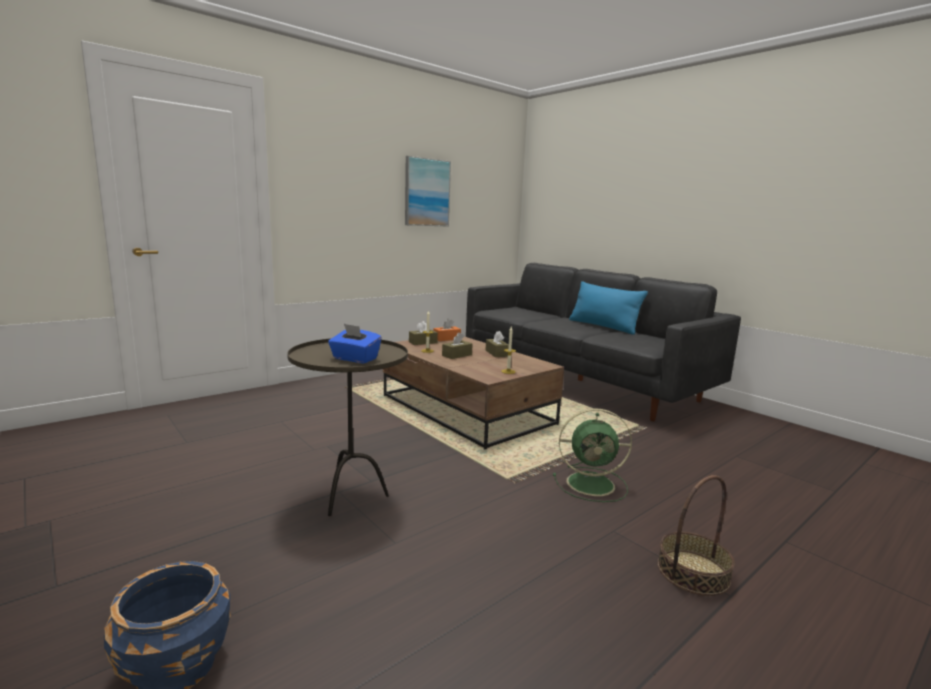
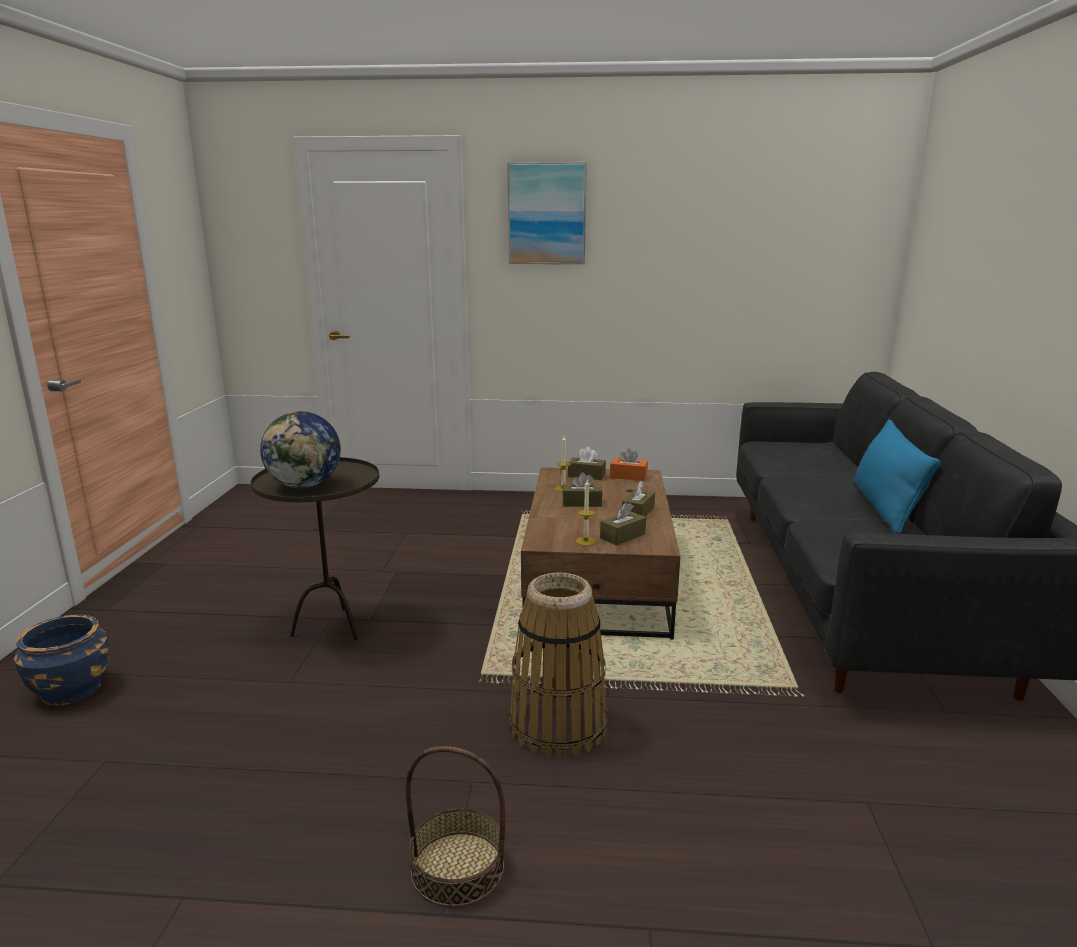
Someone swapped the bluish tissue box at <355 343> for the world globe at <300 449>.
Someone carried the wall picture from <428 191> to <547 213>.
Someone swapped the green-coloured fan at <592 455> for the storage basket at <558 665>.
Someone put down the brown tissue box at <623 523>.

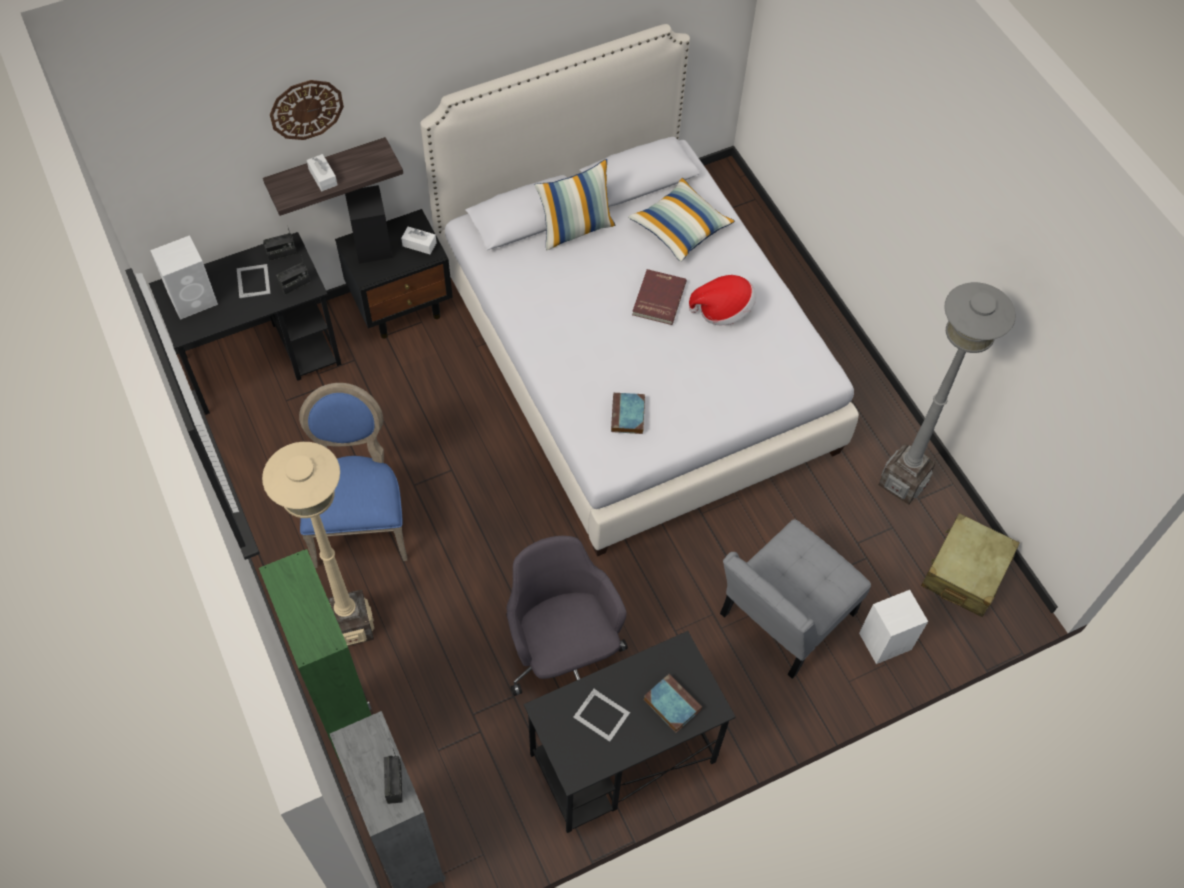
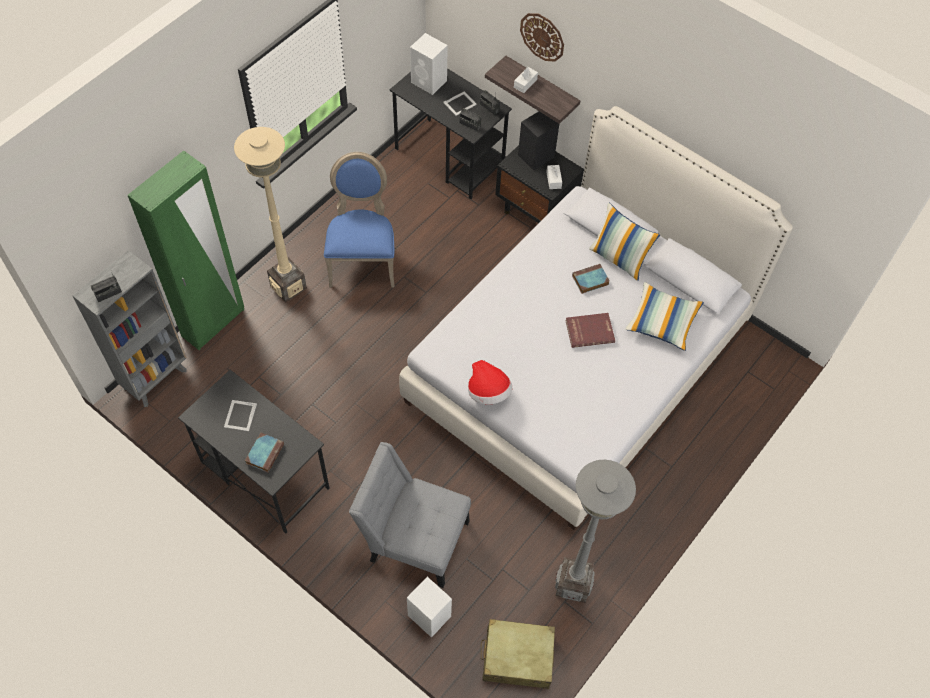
Someone rotated the bluish plain chair at <353 475> by 60 degrees counterclockwise.
Someone took away the grey computer chair at <567 616>.
Someone carried the volume from <628 413> to <591 279>.
Someone carried the hat from <722 300> to <490 382>.

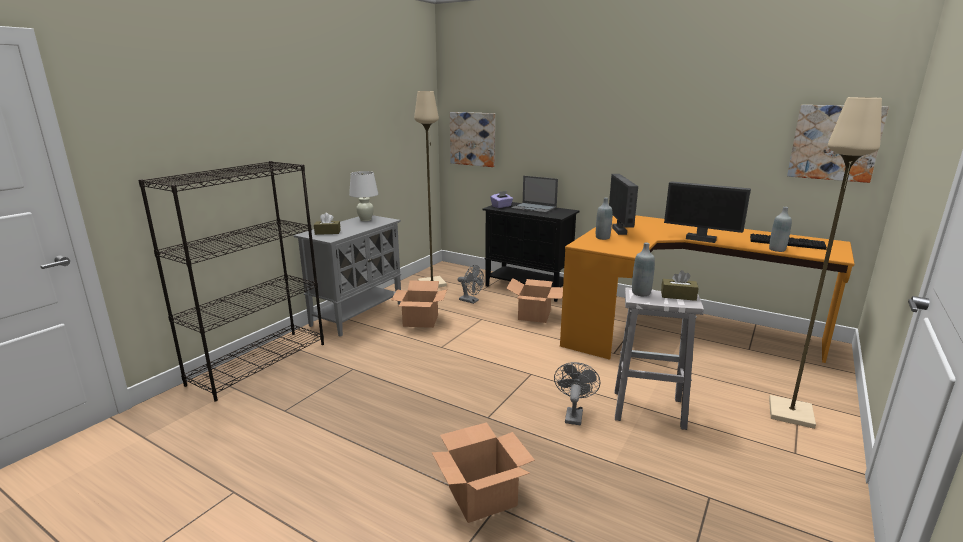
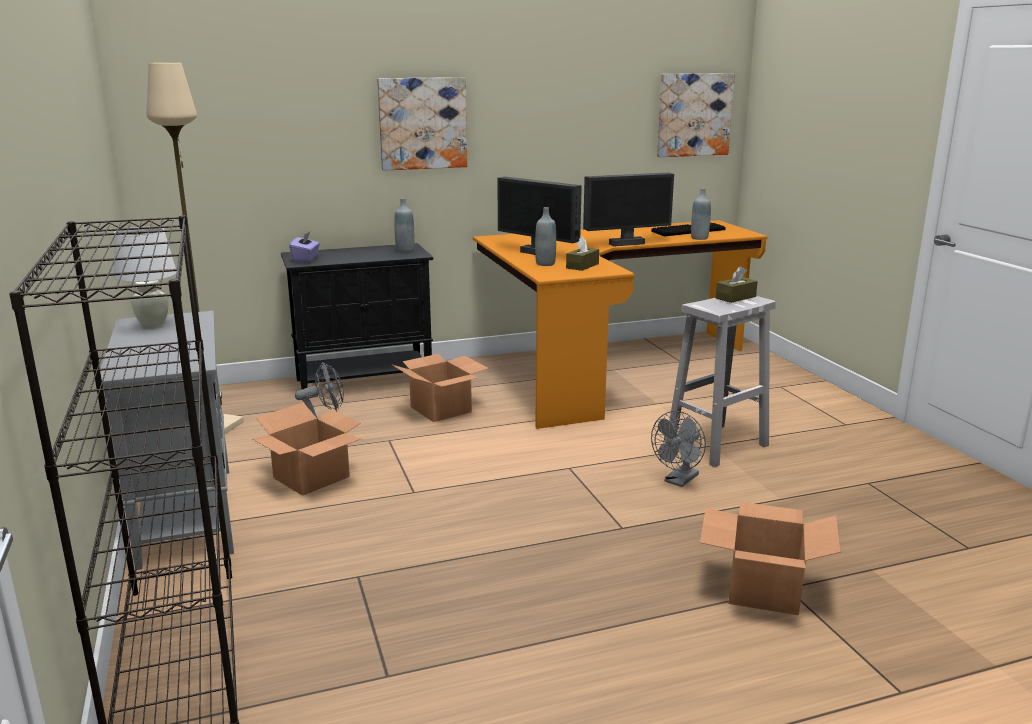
Someone carried the brown tissue box from <327 224> to <582 253>.
Someone carried the wall picture from <472 139> to <422 124>.
Someone took away the notebook computer at <534 194>.
Someone rotated the grey fan at <577 393> by 105 degrees counterclockwise.
Someone carried the grey drink bottle from <643 269> to <404 225>.
Someone took away the beige-coloured standing lamp at <825 263>.

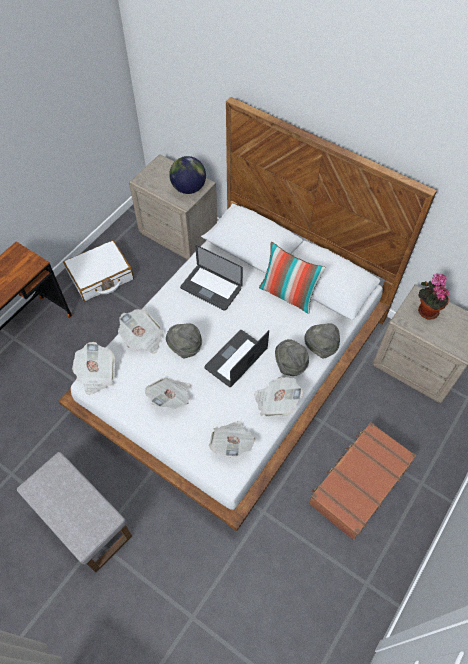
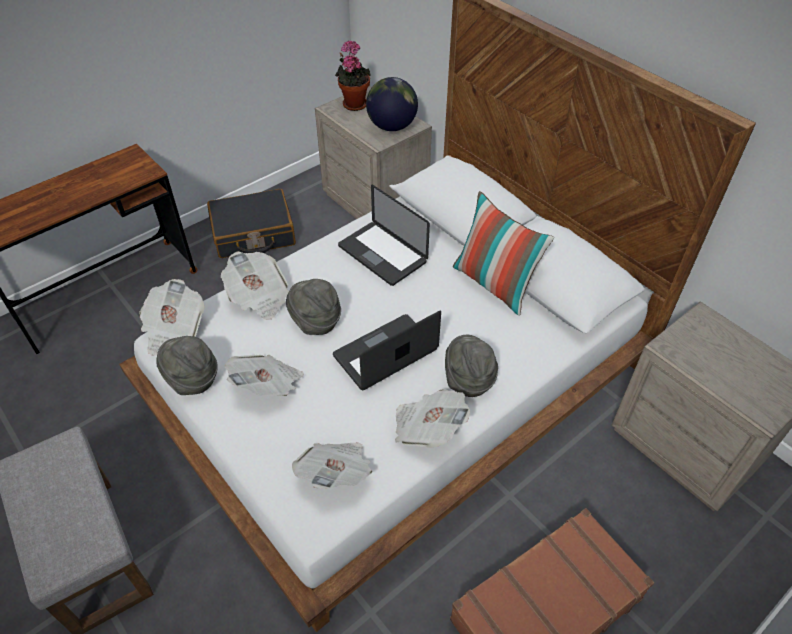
Someone repainted the whitish piece of luggage at <98 270>, which became the black piece of luggage at <251 223>.
Someone carried the grey hat from <322 340> to <187 365>.
Someone carried the plant in a pot from <433 296> to <352 75>.

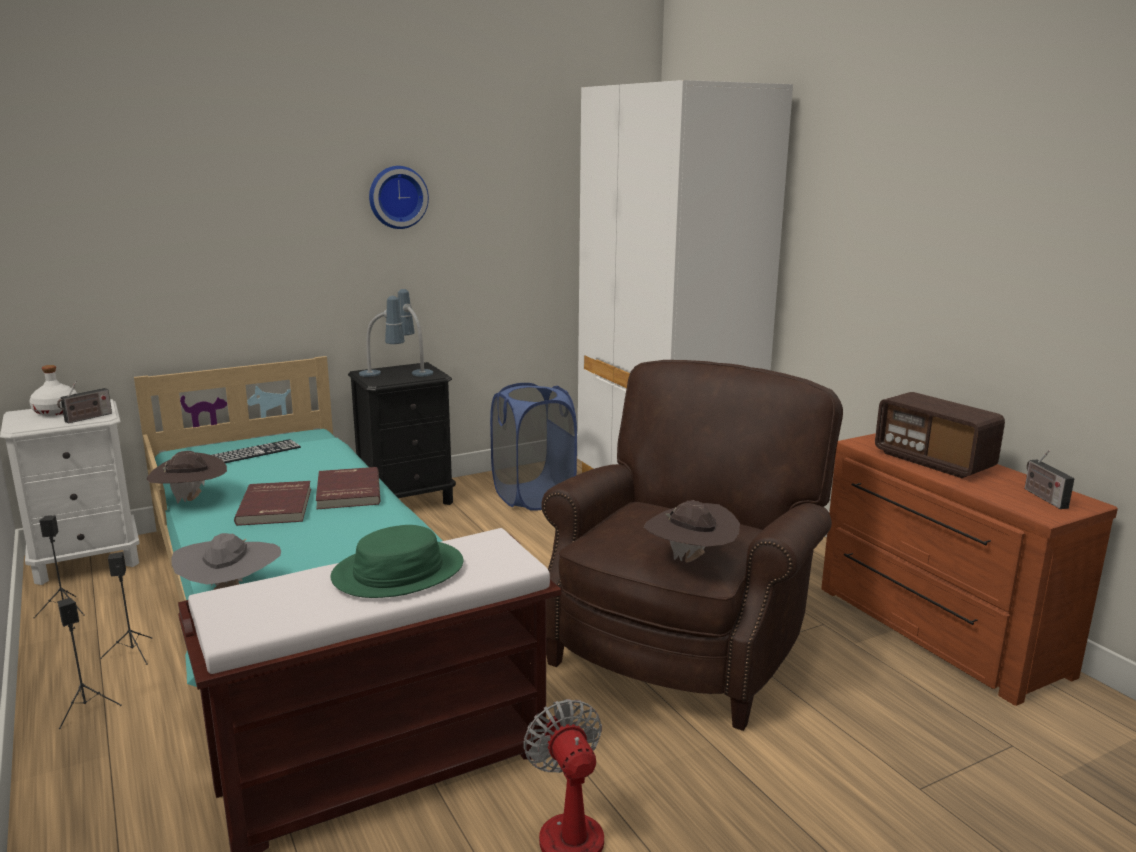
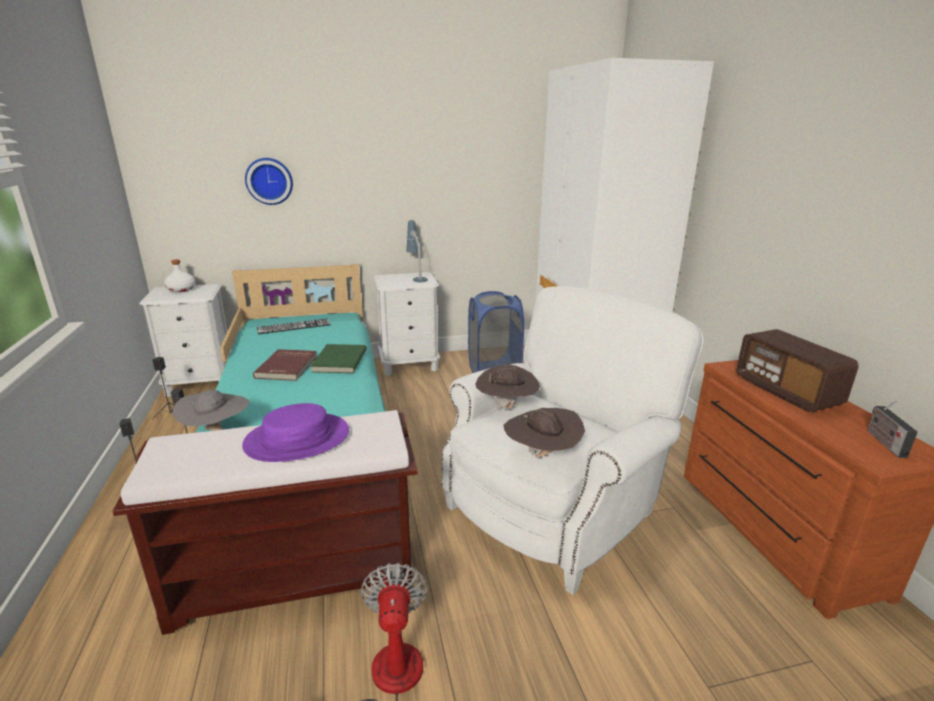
Someone took away the radio set at <84 402>.
Someone carried the brown hat from <186 477> to <507 386>.
Someone repainted the red volume at <348 488>, which became the green-coloured volume at <338 358>.
Someone repainted the green-coloured hat at <396 561>, which became the purple-coloured hat at <295 432>.
Someone repainted the black nightstand at <402 433>, which became the whitish nightstand at <407 324>.
Someone took away the table lamp at <382 336>.
Someone carried the wall clock from <399 197> to <269 181>.
Someone repainted the brown lounge chair at <692 545>, which became the whitish lounge chair at <572 440>.

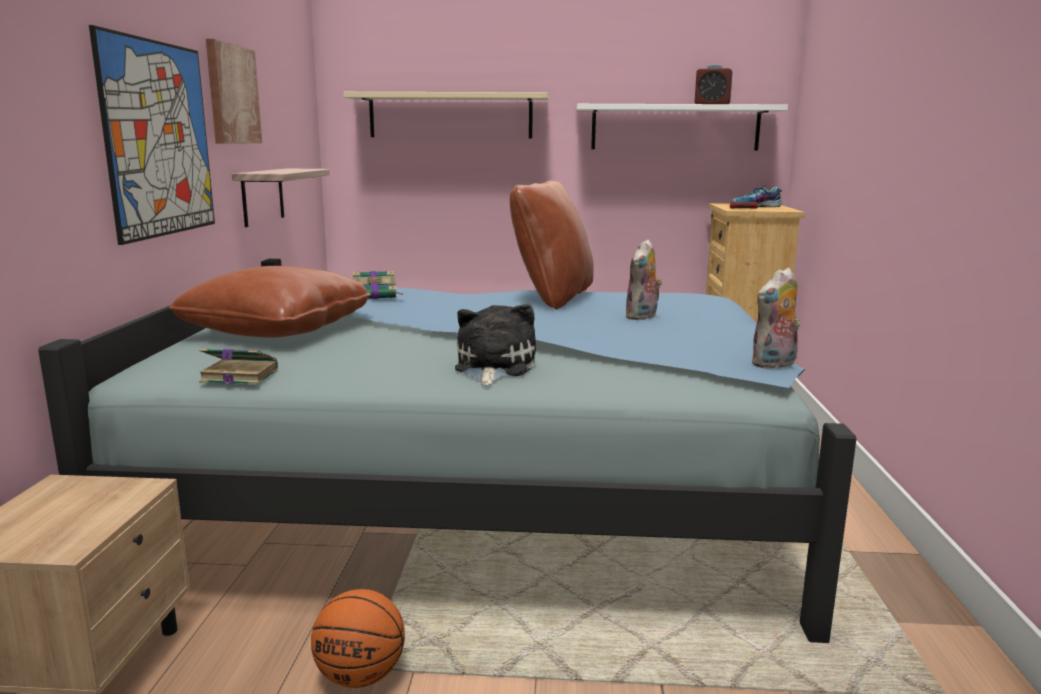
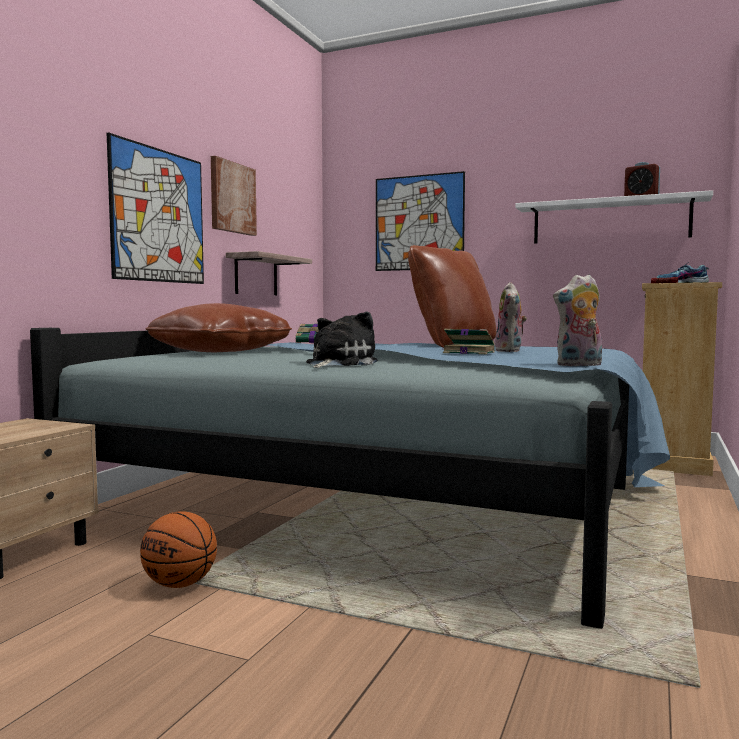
Someone carried the volume from <238 366> to <469 341>.
Someone swapped the beige-coloured bracket shelf at <446 115> for the wall picture at <420 221>.
Someone rotated the soft toy at <643 279> by 45 degrees counterclockwise.

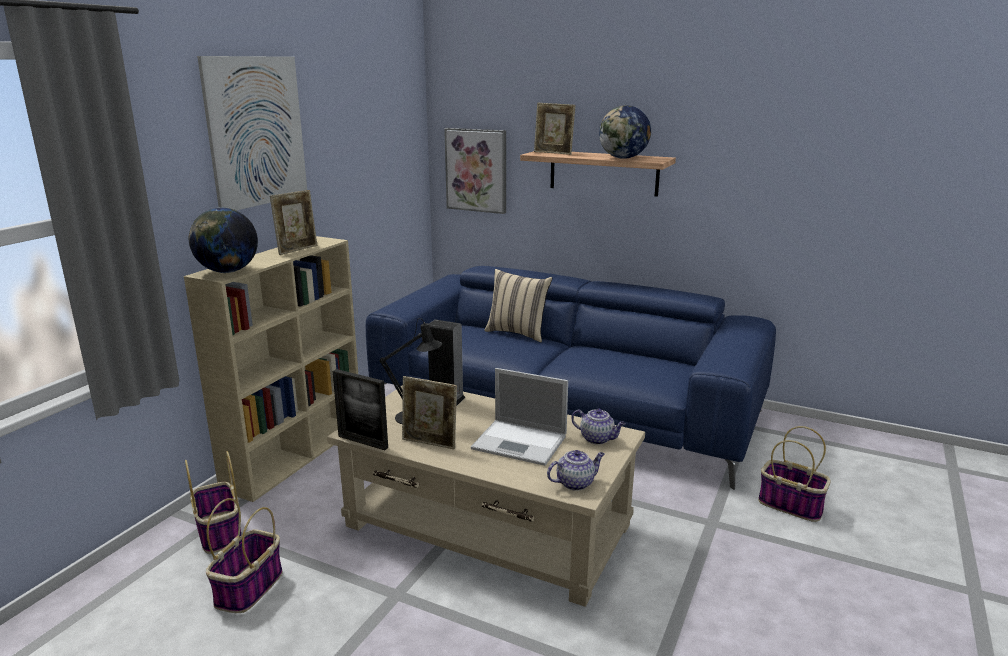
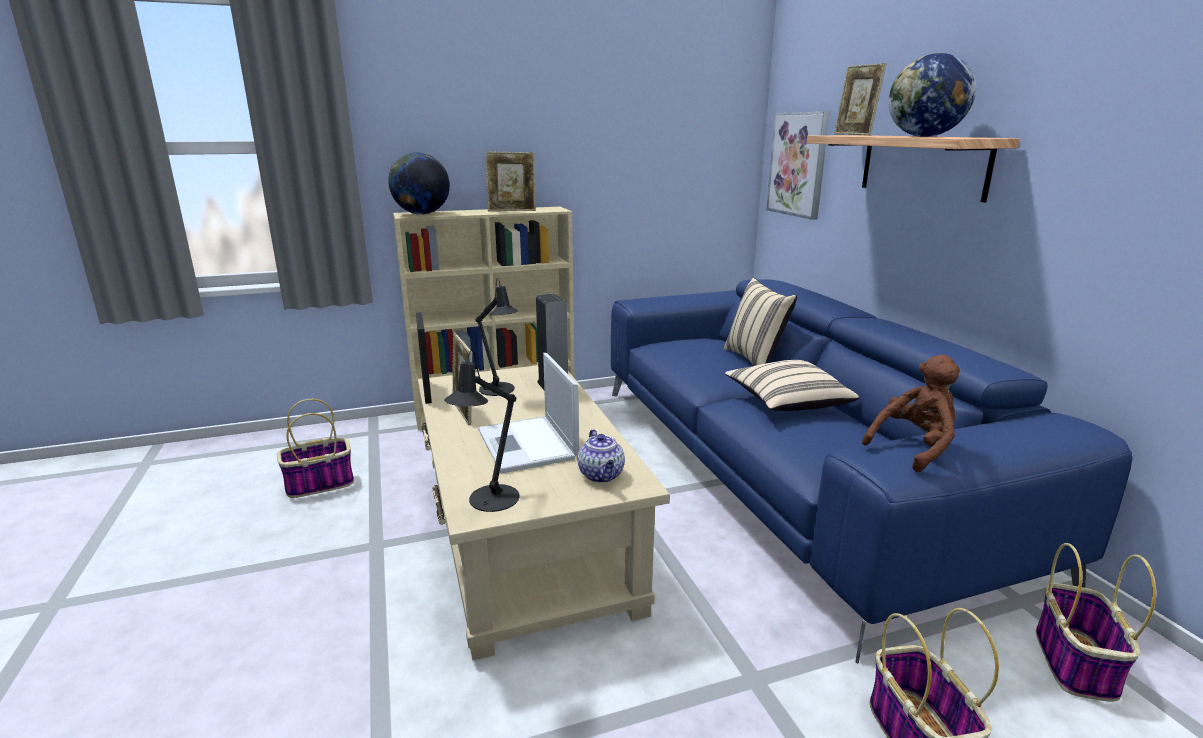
Someone carried the storage basket from <213 502> to <1096 622>.
Someone took away the wall picture at <252 133>.
Someone swapped the pot for tea at <575 470> for the black table lamp at <482 431>.
Someone put down the beige-coloured pillow at <792 385>.
Someone put down the brown soft toy at <911 413>.

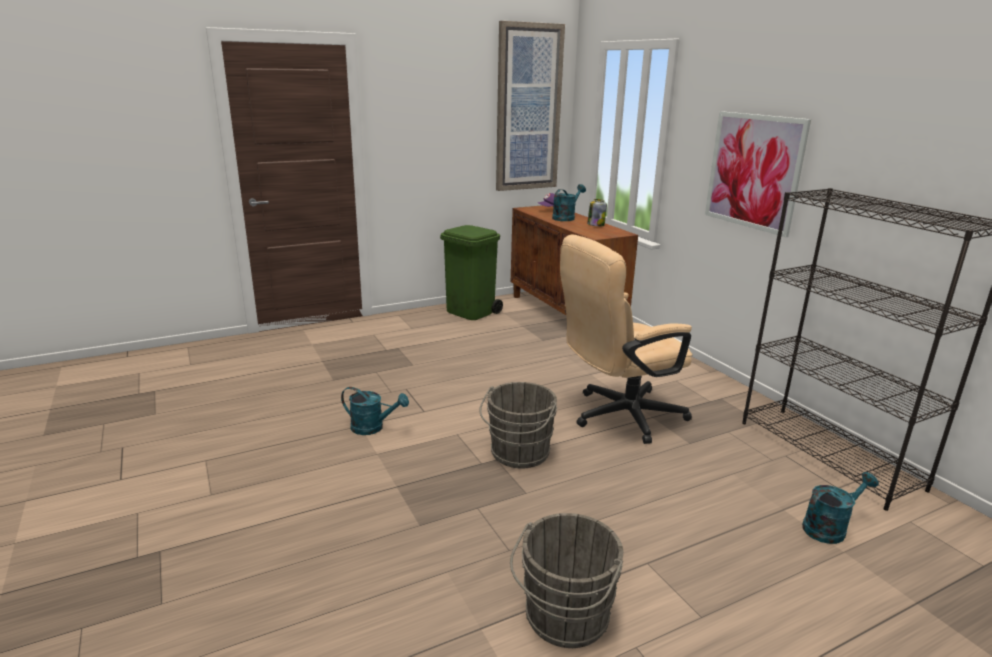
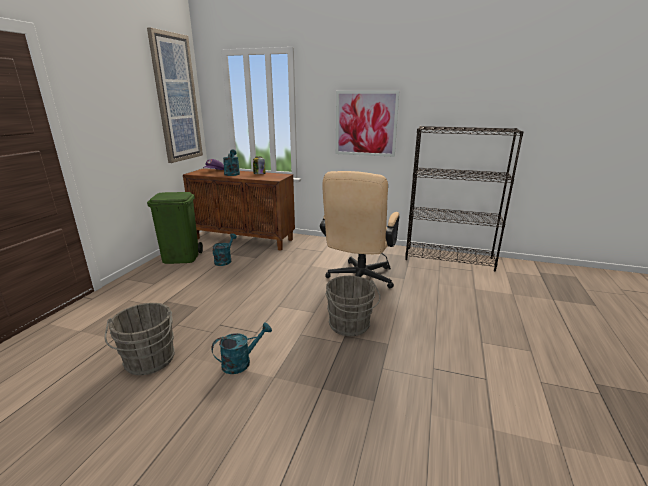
Someone carried the grey bucket from <566 580> to <140 339>.
Someone carried the turquoise sprinkling can from <840 508> to <225 249>.

